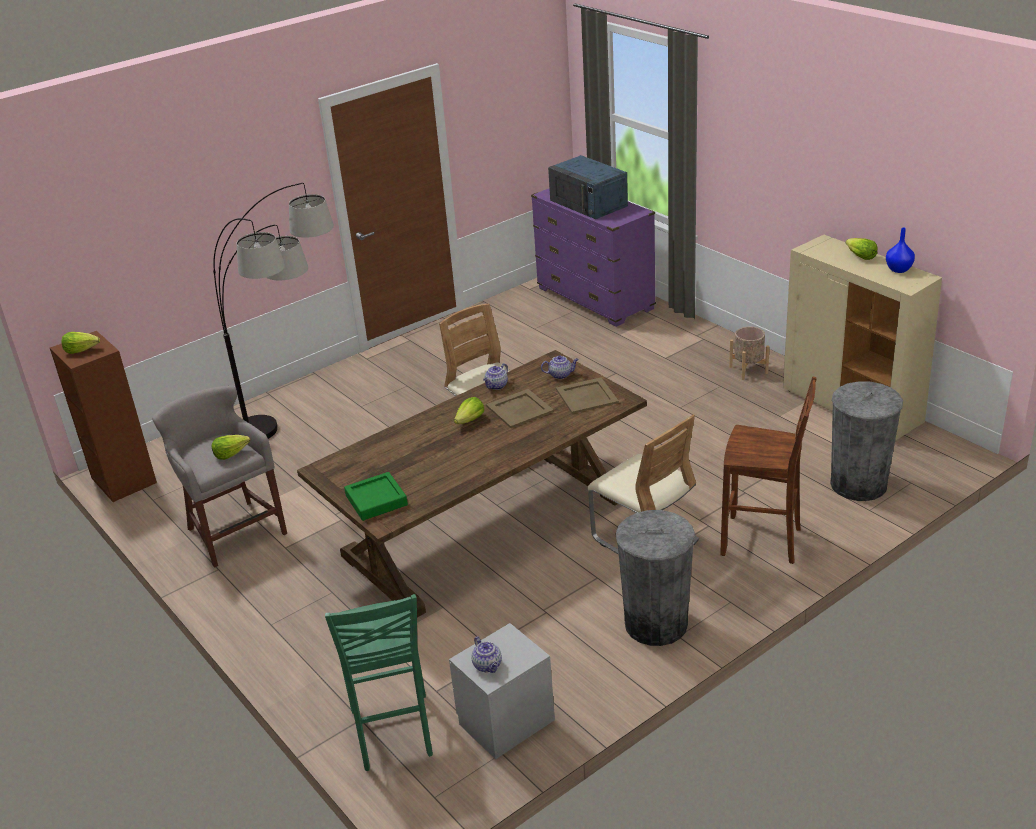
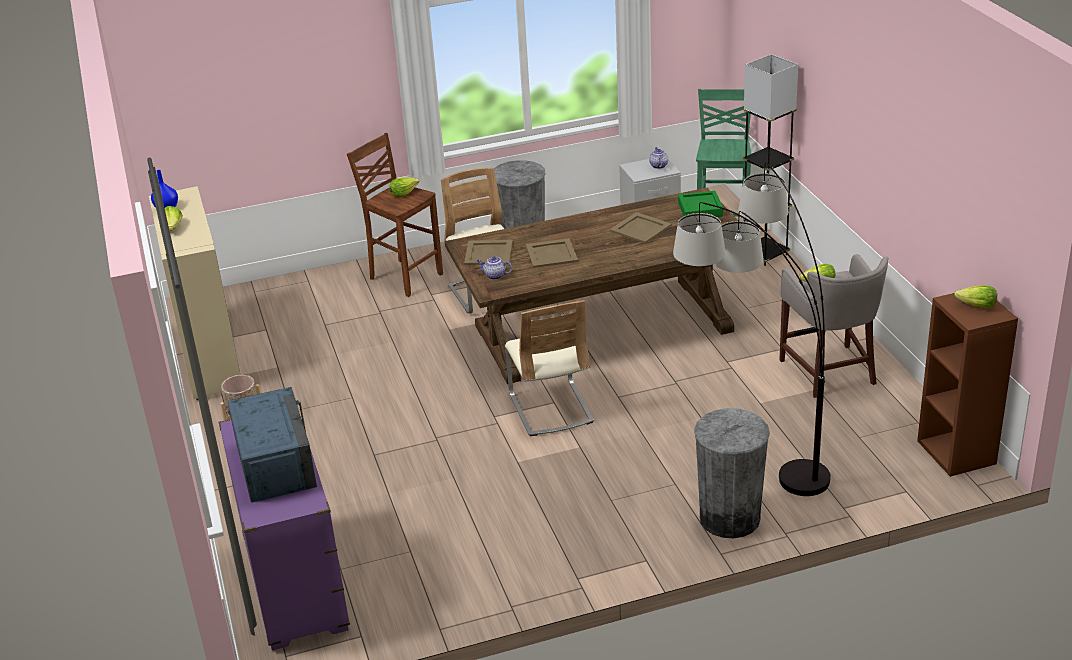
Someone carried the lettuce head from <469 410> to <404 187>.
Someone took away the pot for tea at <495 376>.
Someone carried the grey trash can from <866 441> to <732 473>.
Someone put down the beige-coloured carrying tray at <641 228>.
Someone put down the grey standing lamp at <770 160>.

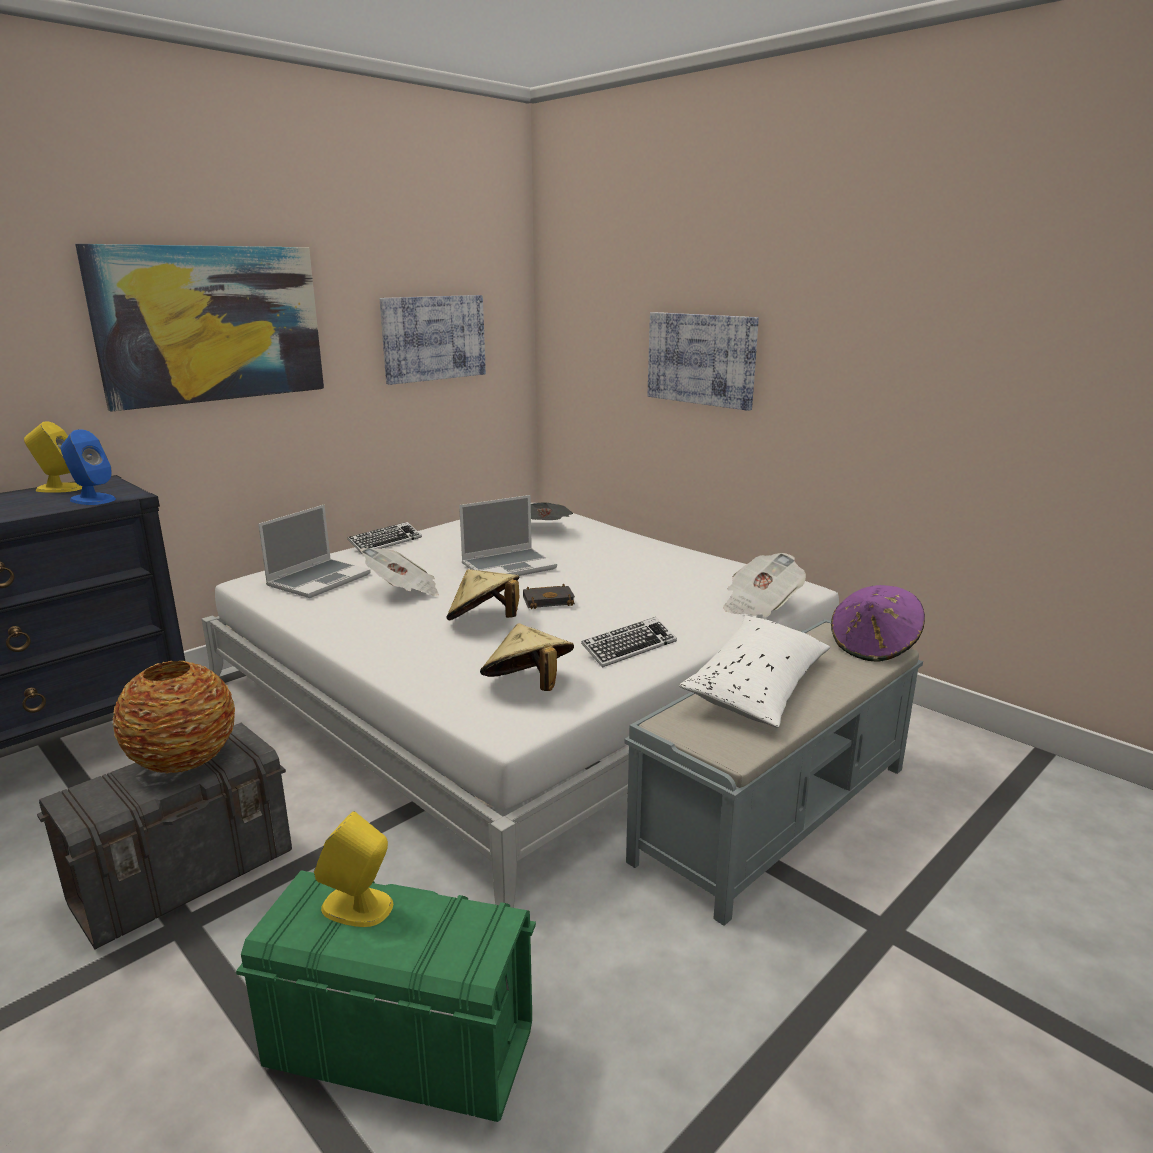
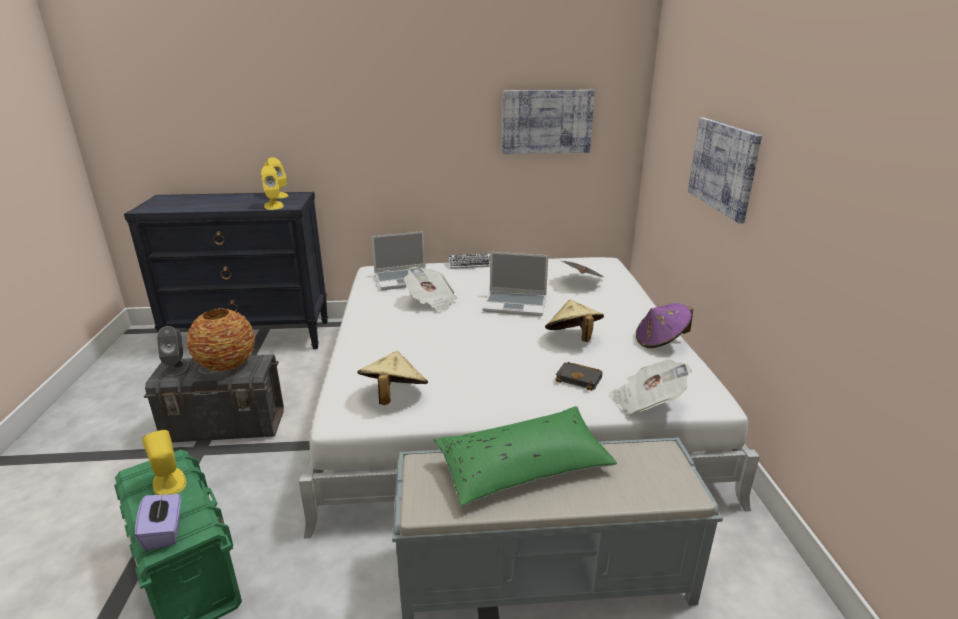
Someone repainted the bluish speaker at <88 467>, which became the yellowish speaker at <272 188>.
Someone took away the wall picture at <199 328>.
Someone carried the beige-coloured hat from <483 594> to <574 321>.
Someone carried the black volume from <549 596> to <579 376>.
Someone took away the keyboard at <629 642>.
Someone repainted the whitish pillow at <754 671>, which became the green-coloured pillow at <525 456>.
Someone carried the purple-coloured hat from <878 623> to <664 325>.
Someone put down the purple-coloured tissue box at <158 522>.
Someone put down the grey speaker at <173 352>.

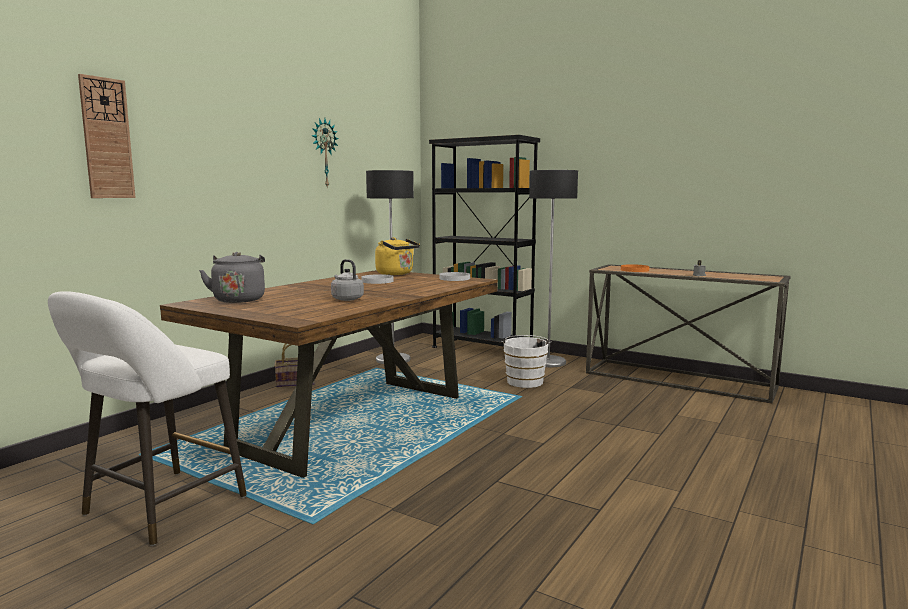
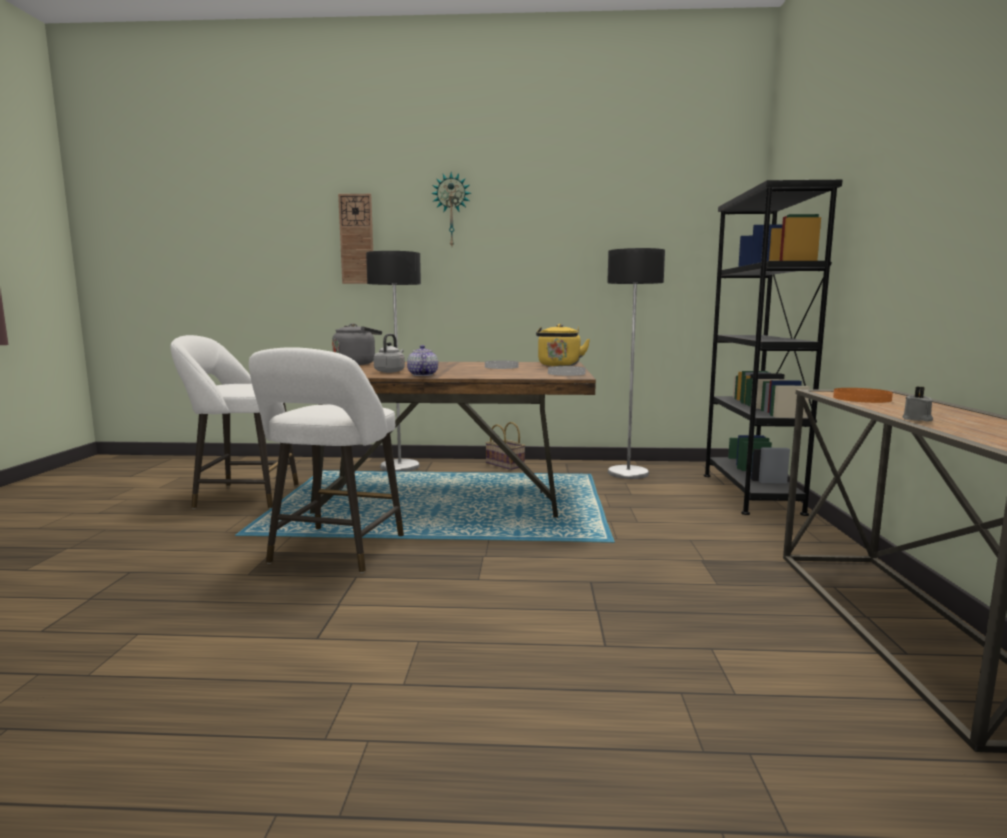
Someone carried the wall clock from <325 152> to <451 209>.
Someone took away the whitish bucket at <526 361>.
Someone carried the standing lamp from <553 268> to <393 361>.
Someone put down the whitish sitting stool at <326 460>.
Someone put down the pot for tea at <422 360>.

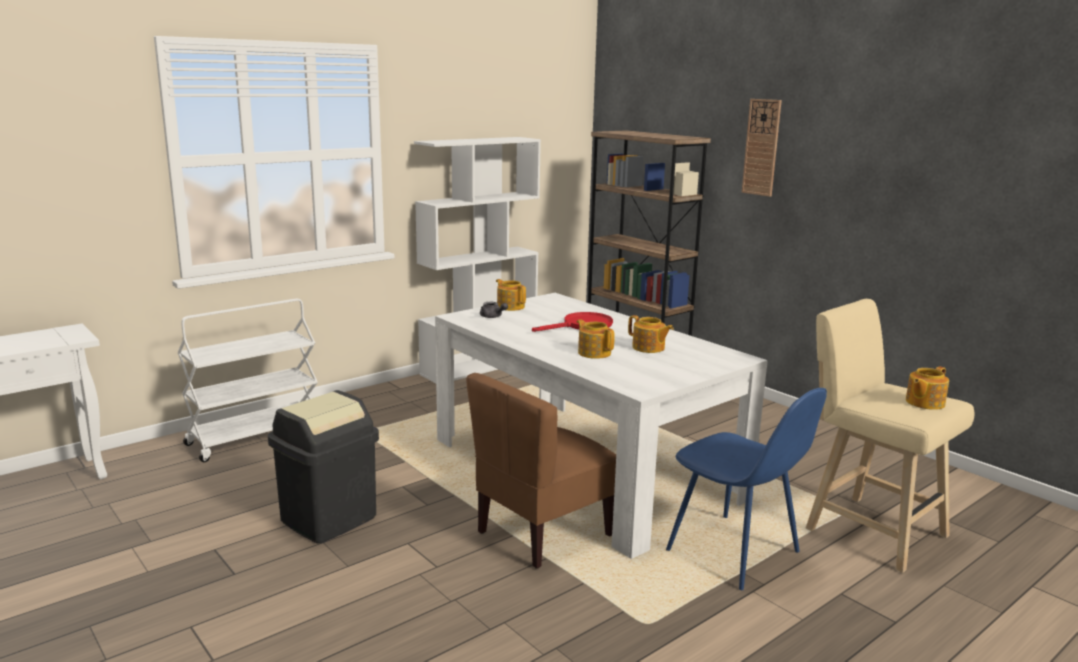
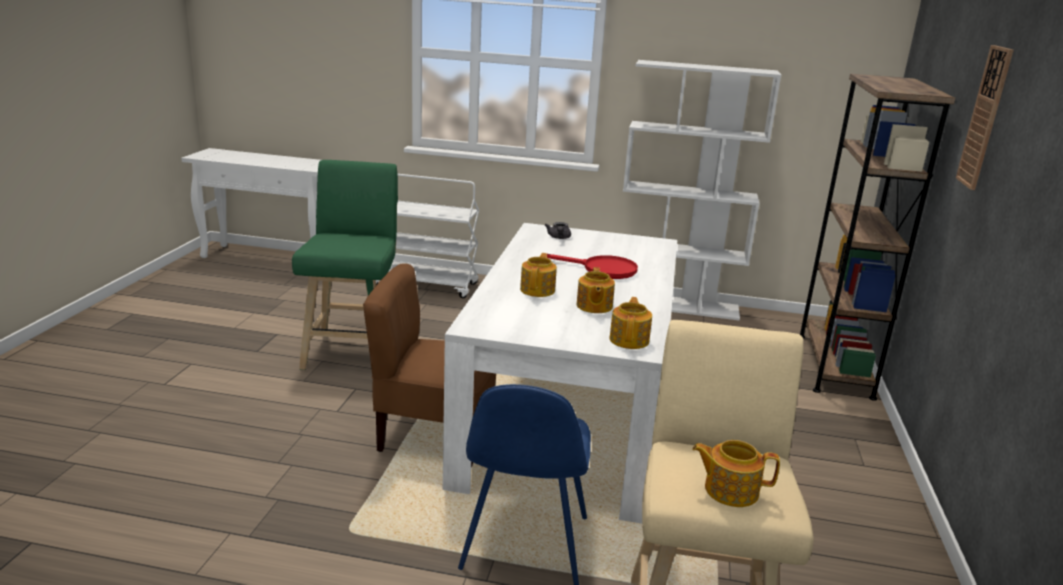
Someone swapped the black trash can at <323 467> for the green-coloured sitting stool at <345 265>.
Someone carried the pot for tea from <511 295> to <631 323>.

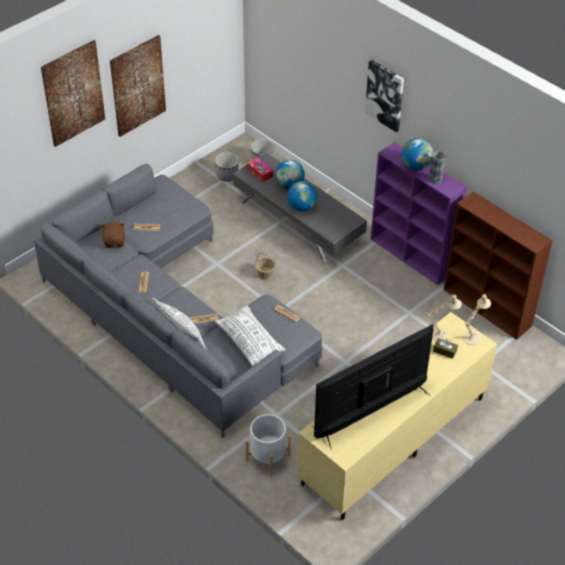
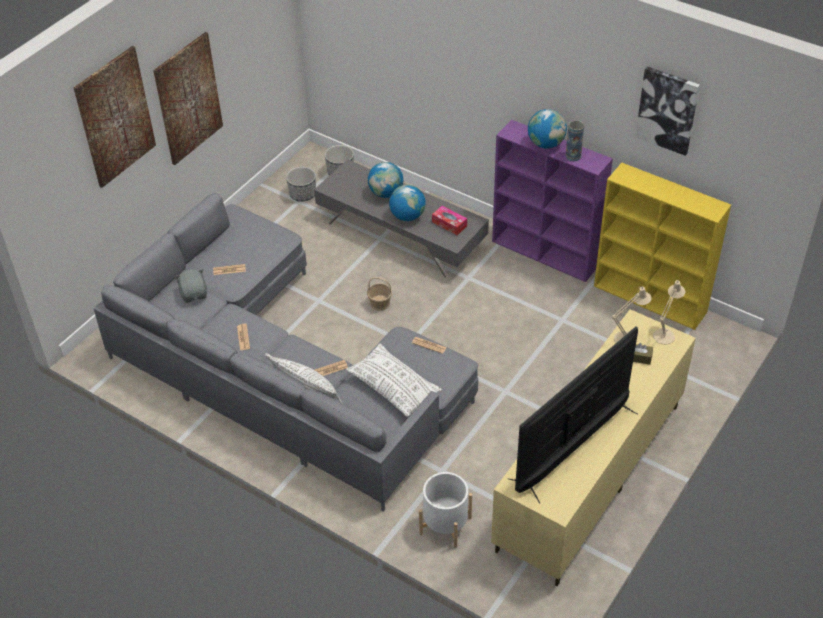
Someone repainted the brown soft toy at <113 235>, which became the grey soft toy at <190 286>.
Someone carried the tissue box from <260 169> to <449 220>.
Someone carried the wall picture from <384 96> to <667 111>.
Someone repainted the brown shelving unit at <498 265>, which became the yellowish shelving unit at <662 246>.

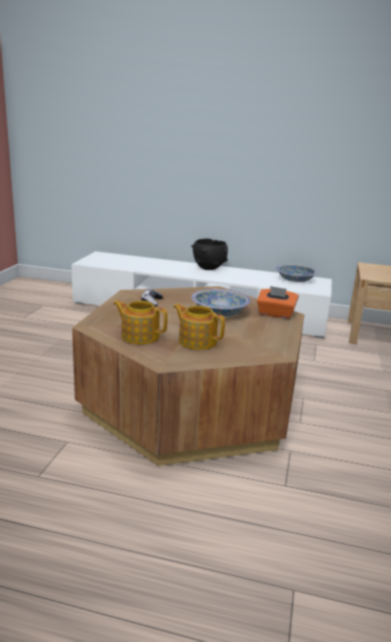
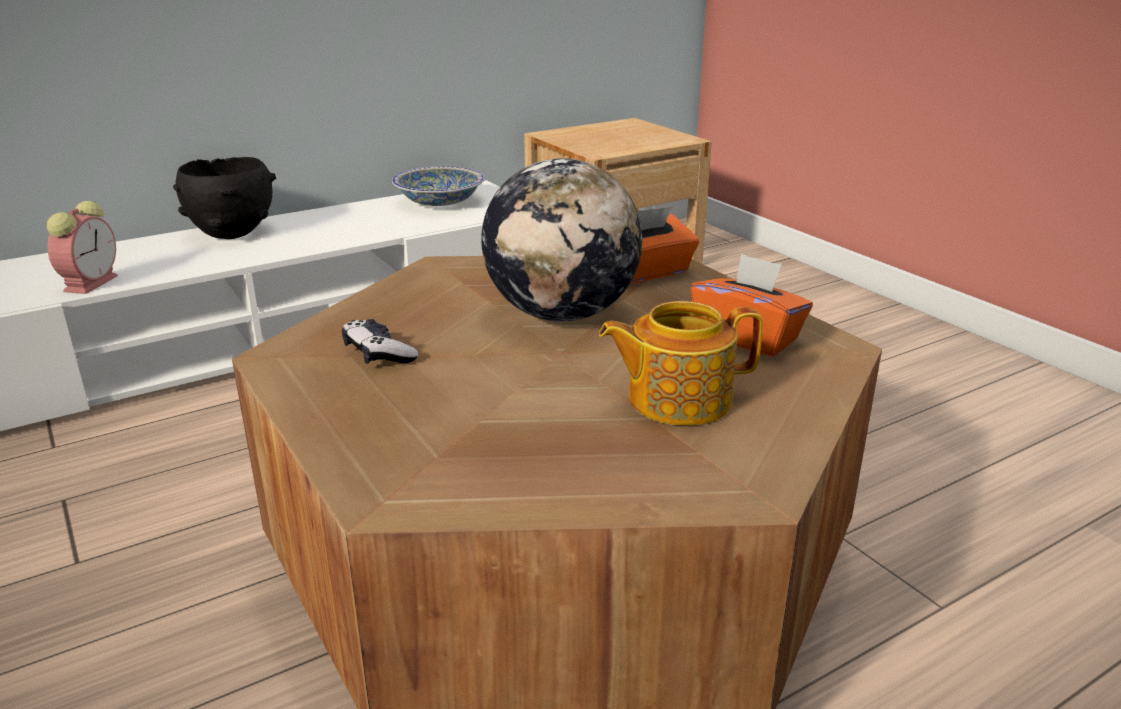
Someone took away the pot for tea at <140 322>.
Someone swapped the bowl at <221 302> for the world globe at <561 240>.
Someone put down the bedside clock at <82 247>.
Someone put down the orangey tissue box at <751 305>.

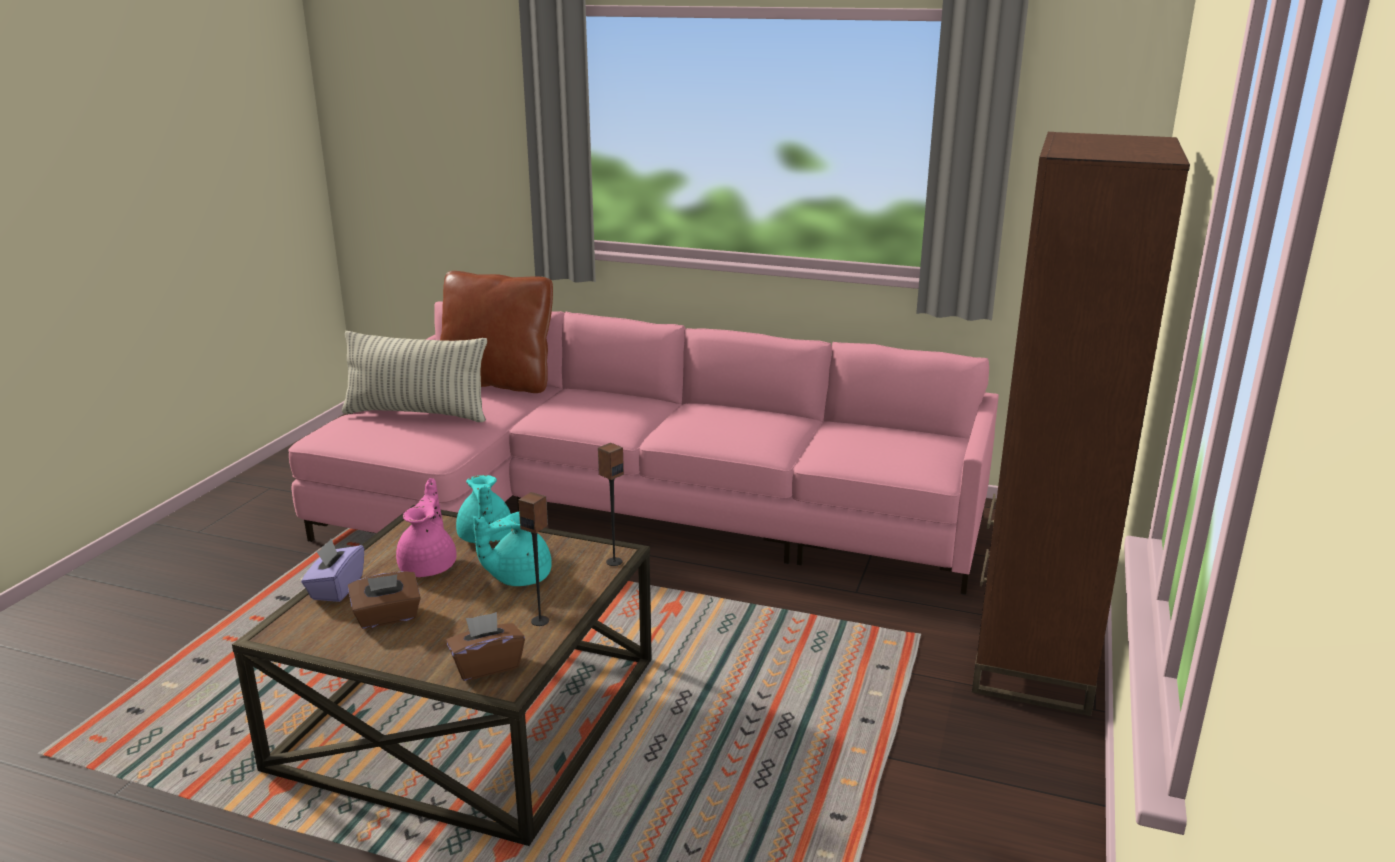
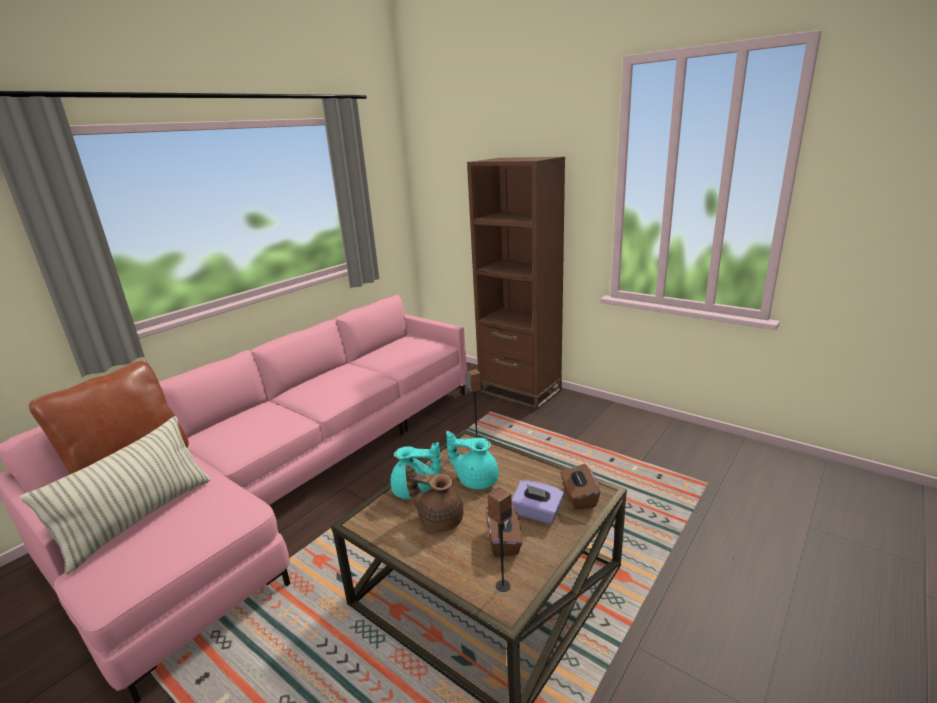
Someone carried the purple-coloured tissue box from <332 570> to <537 502>.
Someone repainted the pink-coloured pot for tea at <426 527>, which became the brown pot for tea at <434 498>.
Someone rotated the turquoise pot for tea at <512 549> by 120 degrees clockwise.
Someone carried the speaker from <533 559> to <499 539>.

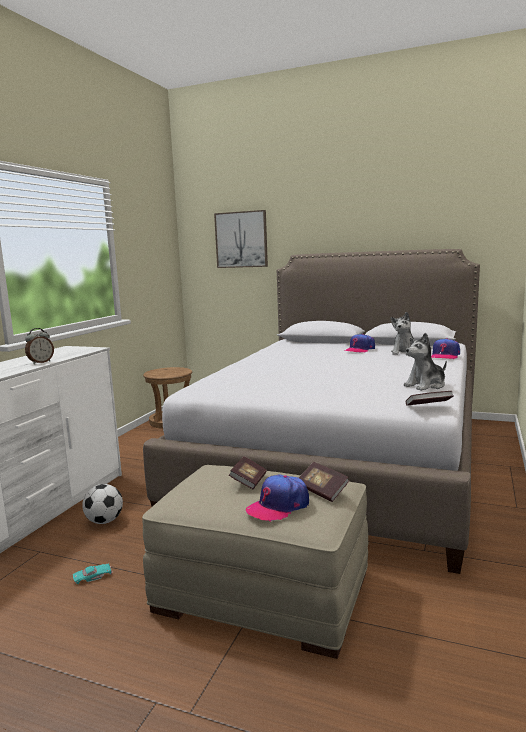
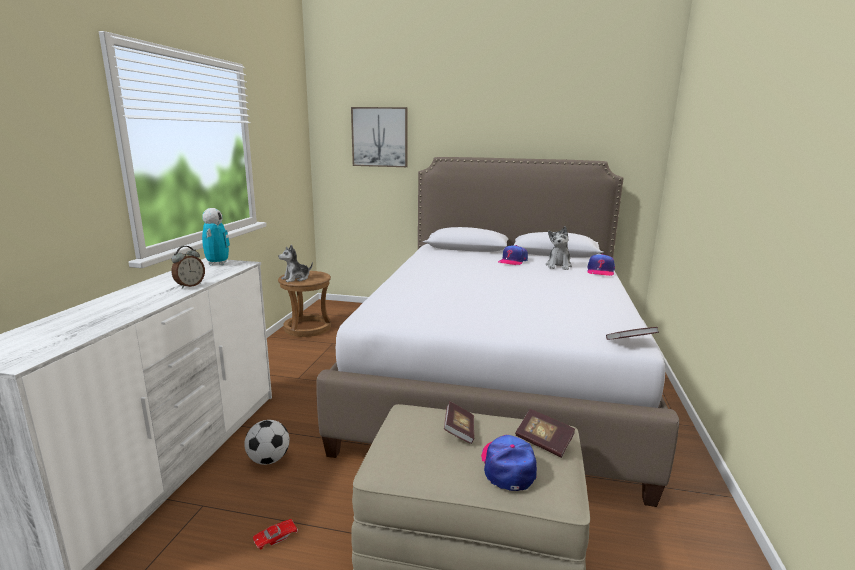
Someone repainted the turquoise model car at <92 573>, which became the red model car at <275 534>.
Someone rotated the cap at <277 498> by 135 degrees clockwise.
Someone carried the soft toy from <425 362> to <295 263>.
Someone put down the toy robot at <216 237>.

